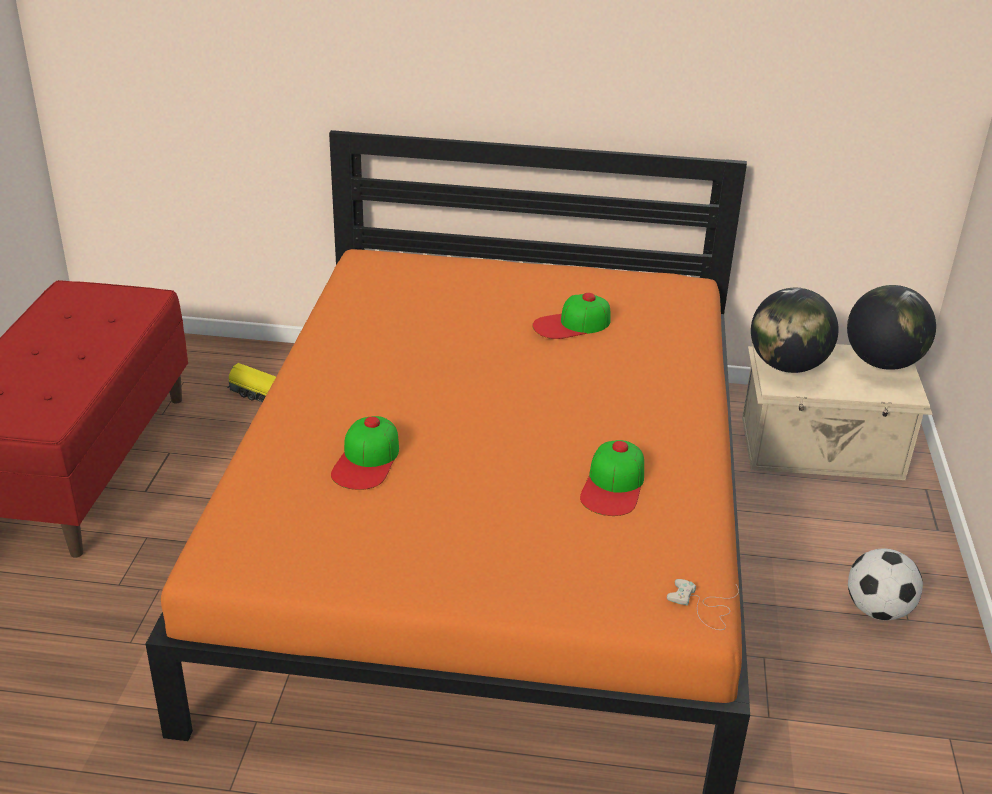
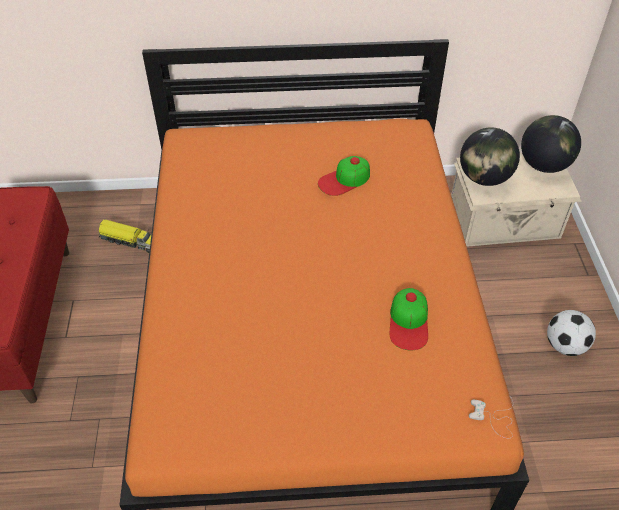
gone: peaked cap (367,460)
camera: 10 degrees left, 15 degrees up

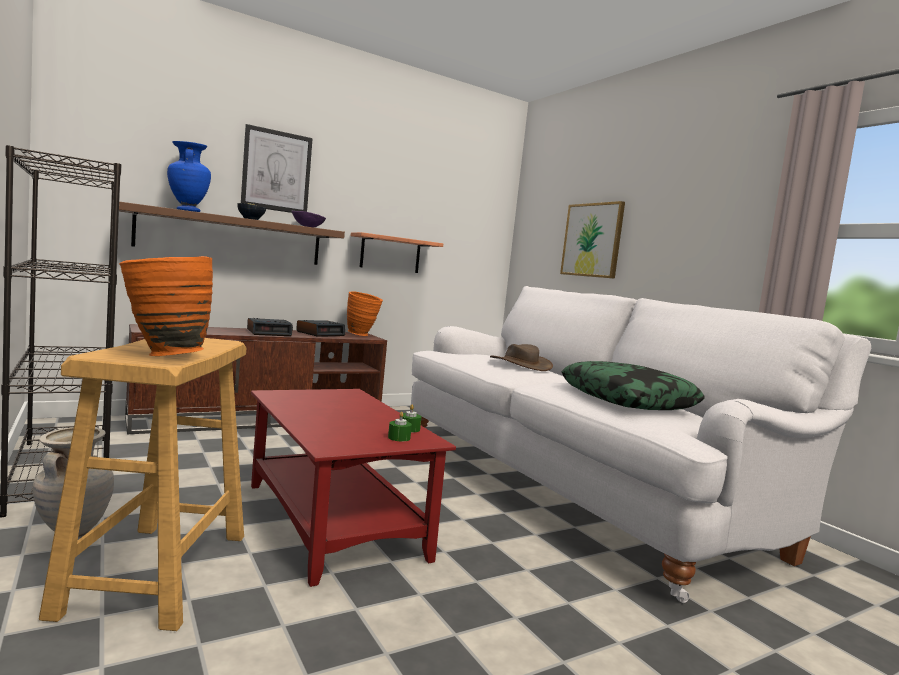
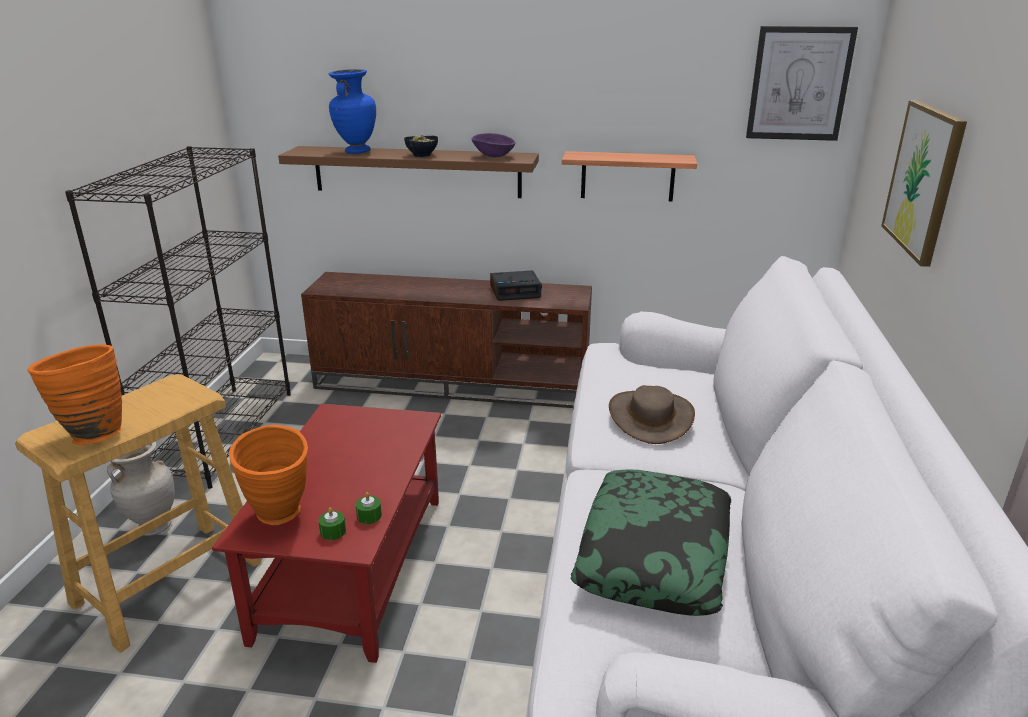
gone: bedside clock (269,333)
shifted: picture (276,171) to (799,84); vase (orange) (362,335) to (281,517)
camera: 40 degrees right, 20 degrees up

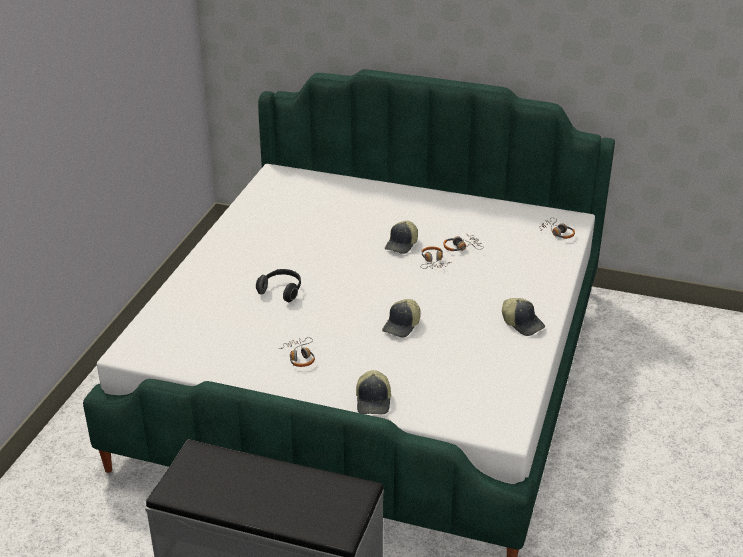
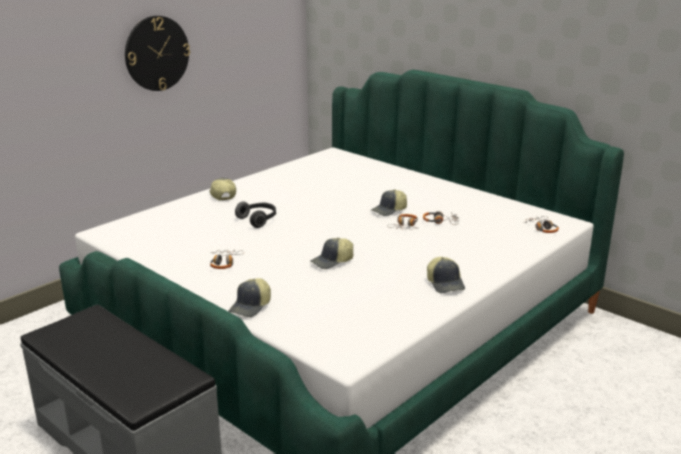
new: wall clock (157,53); peaked cap (222,195)
camera: 25 degrees right, 10 degrees down

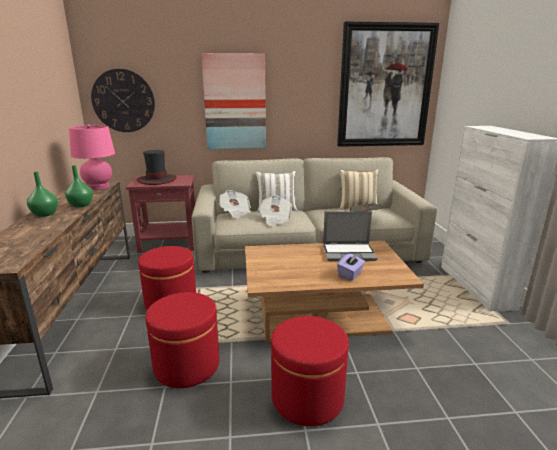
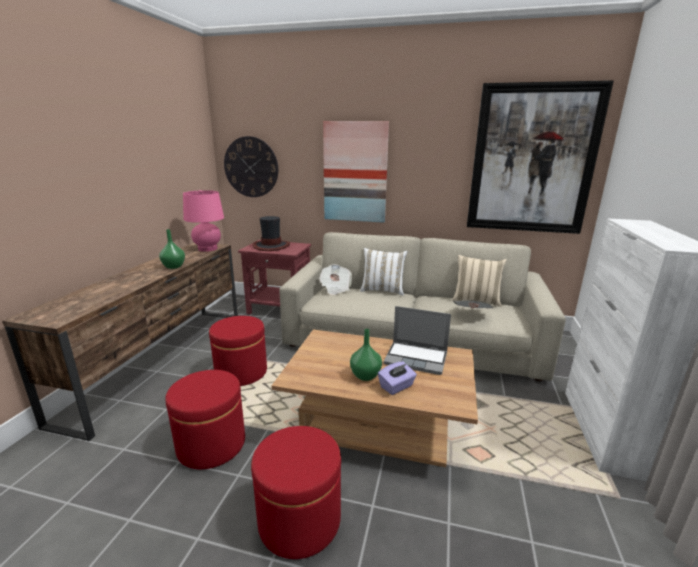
gone: printed paper (275,219)
shifted: vase (green-coloured) (45,214) to (365,375)
camera: 20 degrees right, 0 degrees up

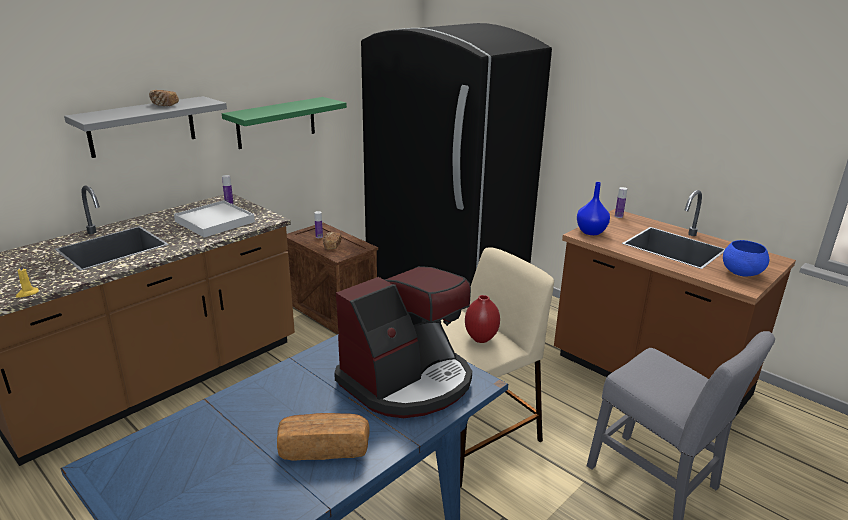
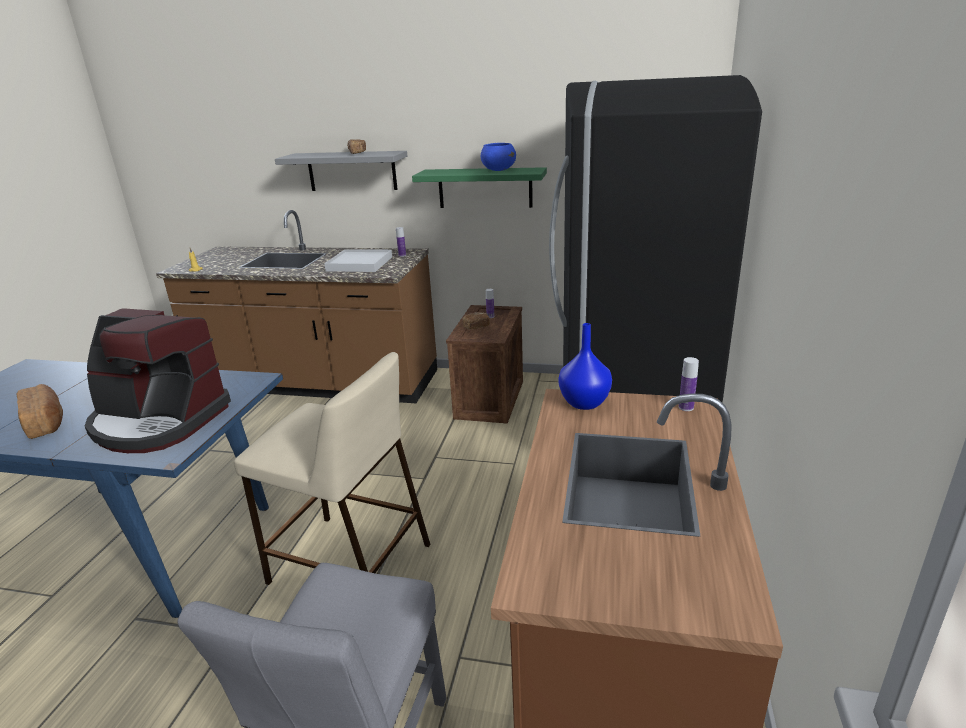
gone: vase (red-coloured) (480,338)
shifted: deep dish (blue) (741,273) to (498,170)
camera: 60 degrees right, 0 degrees up

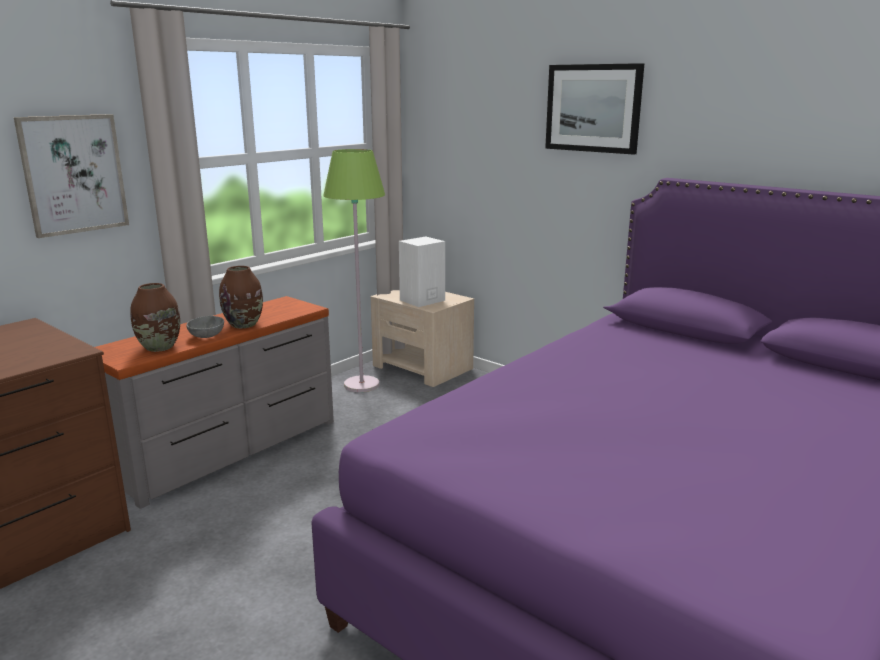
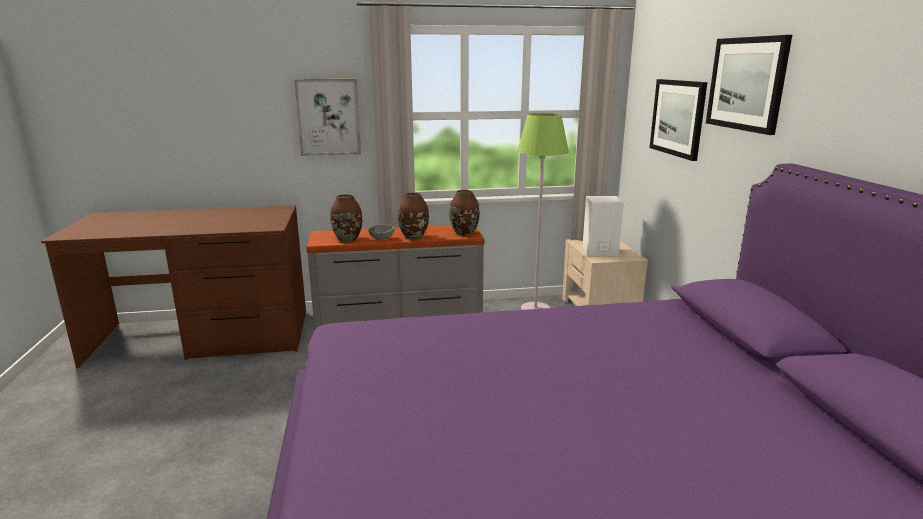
new: vase (brownish) (464,232); picture (678,118)
camera: 40 degrees right, 0 degrees up

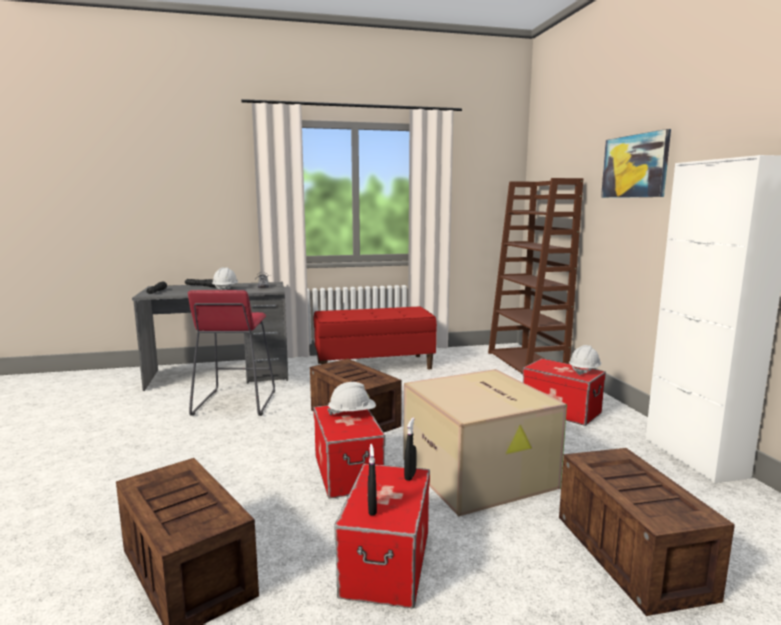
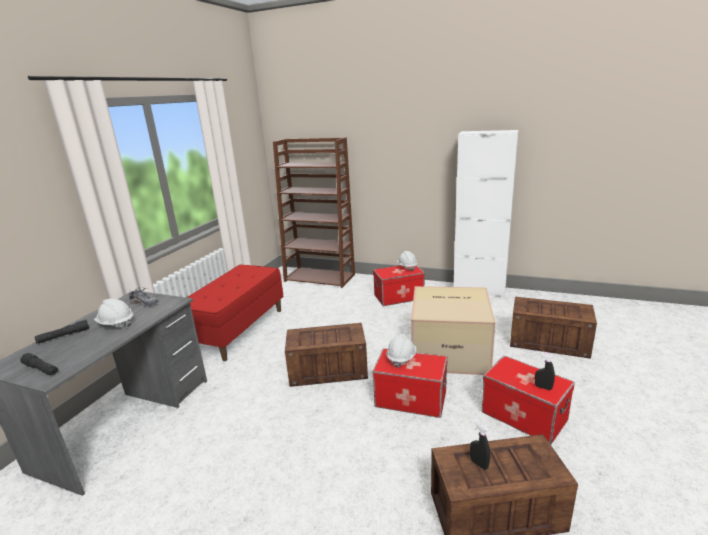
gone: stool seat (red-coloured) (235,403); picture (635,166)
shifted: sprayer (black) (410,475) to (479,464)
camera: 55 degrees left, 10 degrees up

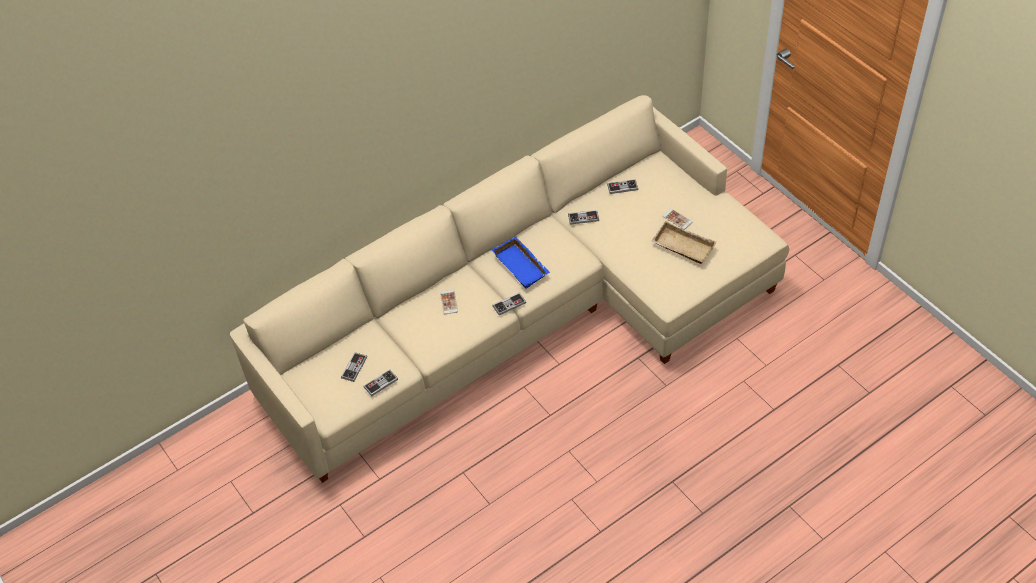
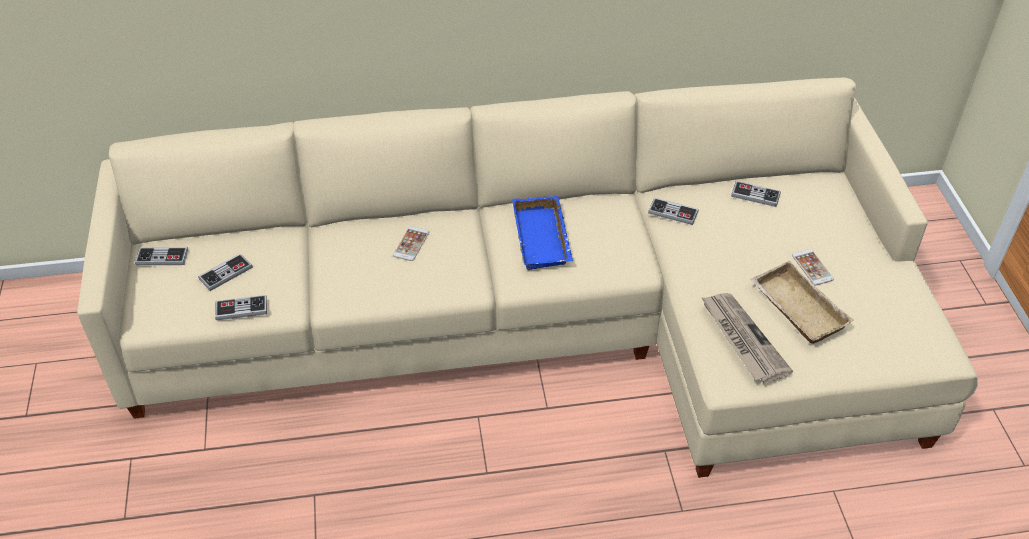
new: printed paper (742,339)
shifted: joypad (509,304) to (162,257)
camera: 25 degrees right, 5 degrees down

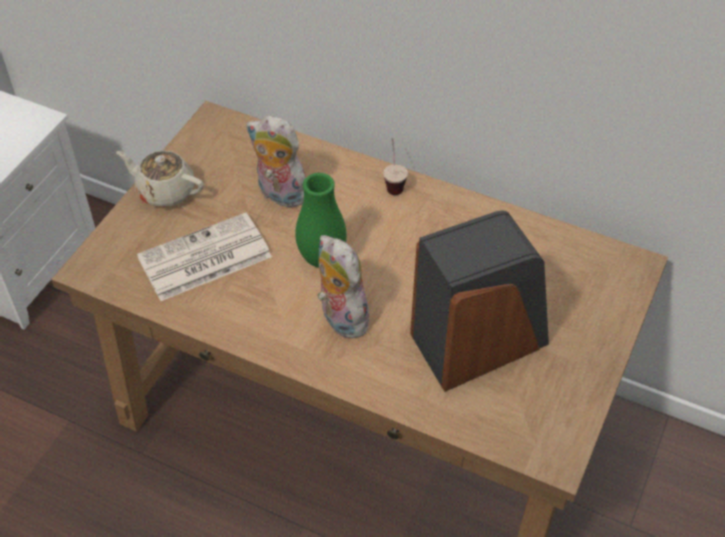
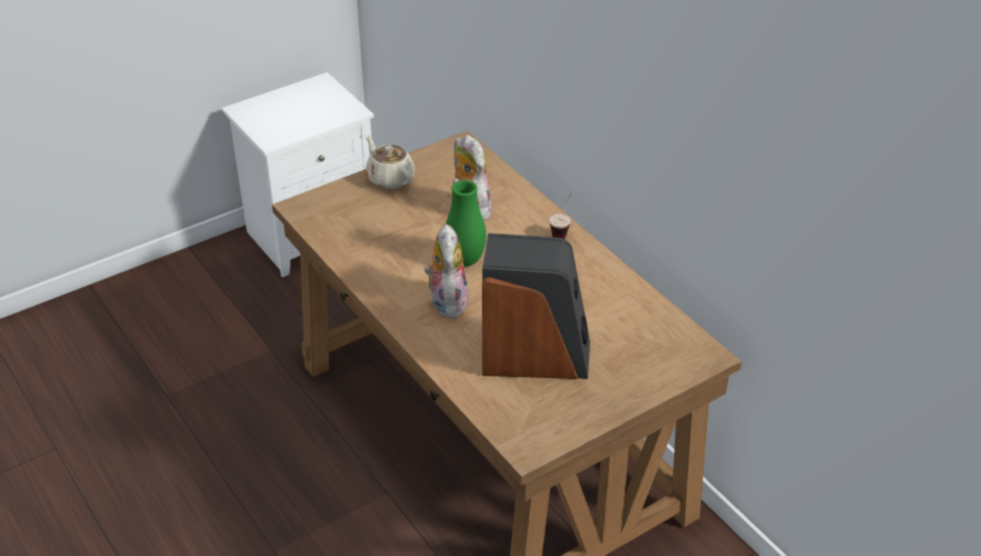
gone: printed paper (203,258)
camera: 30 degrees right, 10 degrees down

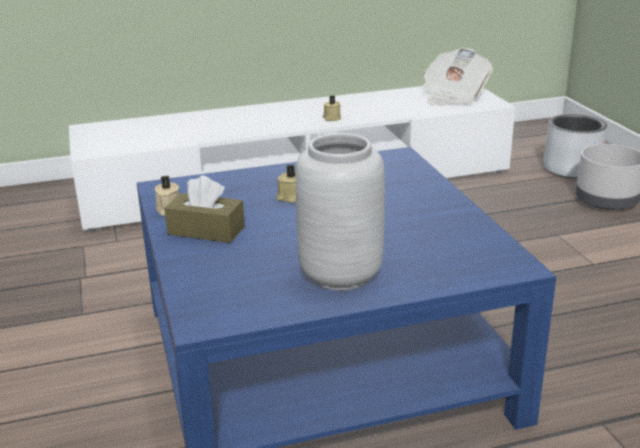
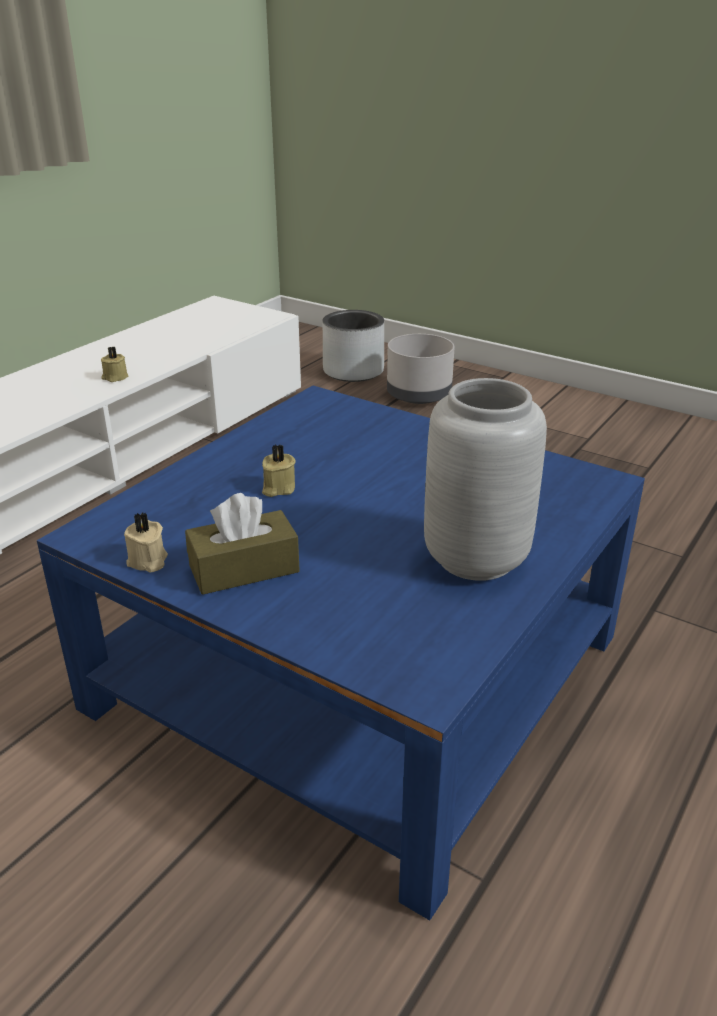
gone: printed paper (453,96)
camera: 40 degrees left, 5 degrees up

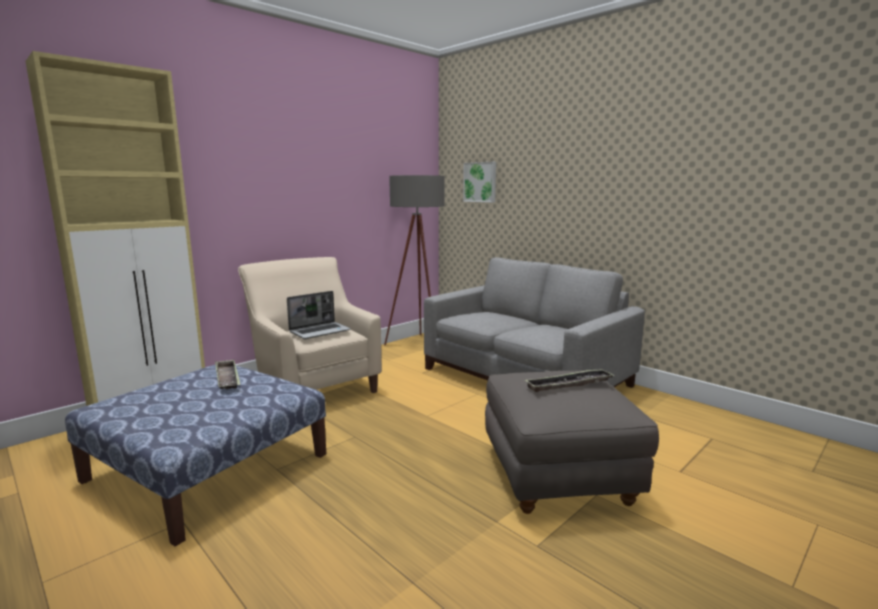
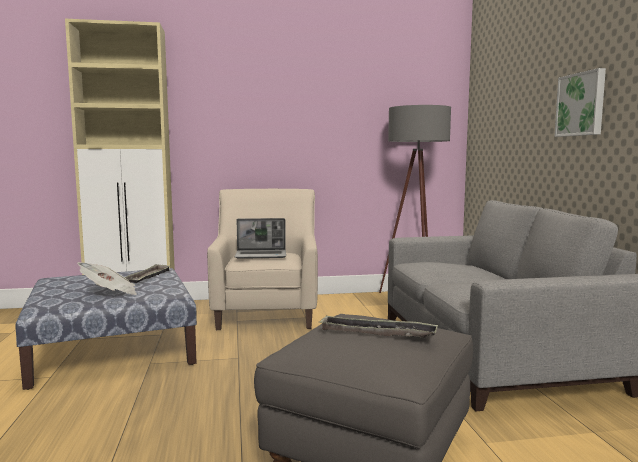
new: printed paper (110,293)
shifted: picture (480,182) to (581,104)
camera: 35 degrees right, 5 degrees down

